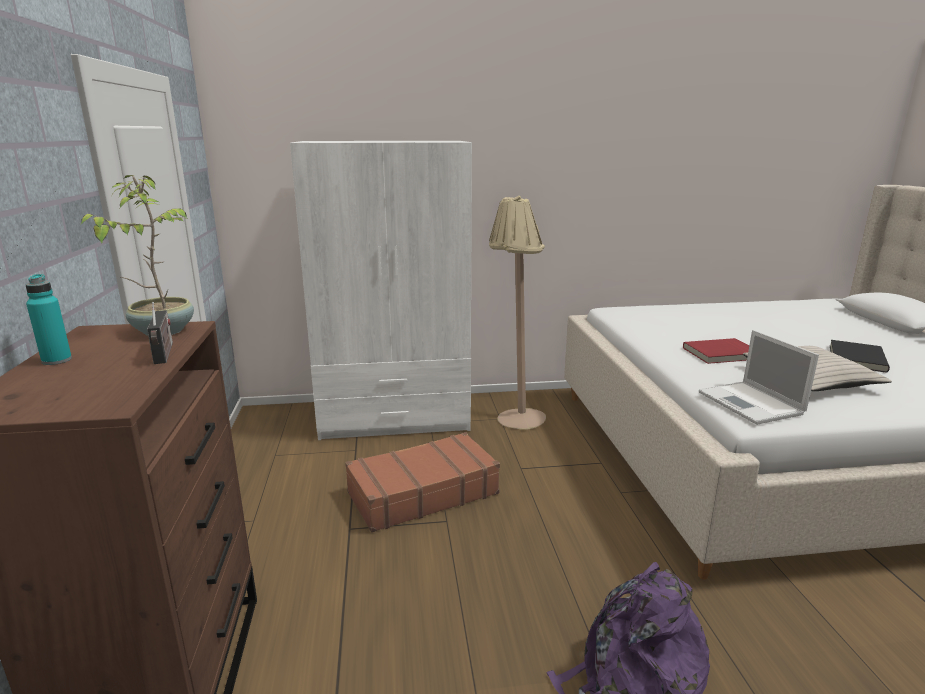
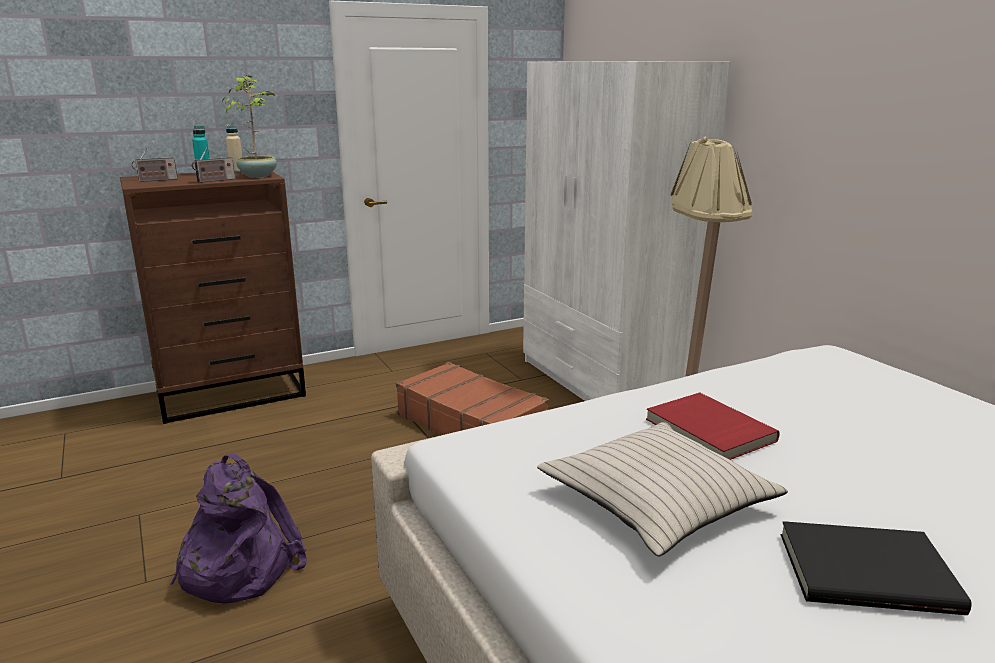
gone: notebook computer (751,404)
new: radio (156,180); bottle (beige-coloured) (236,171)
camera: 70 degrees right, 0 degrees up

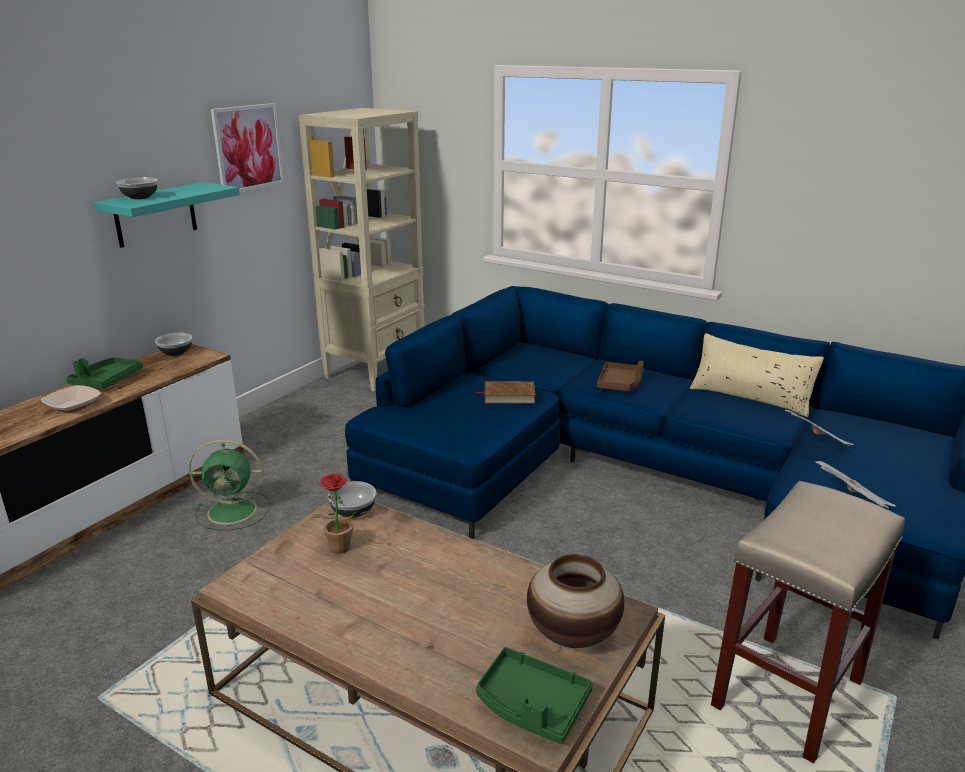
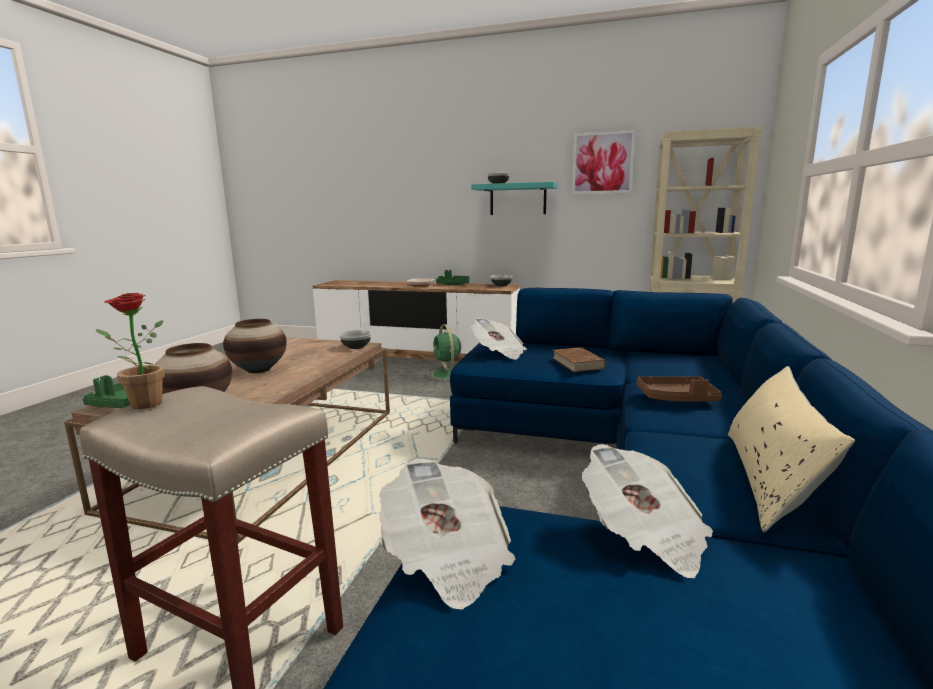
new: vase (258,370); printed paper (499,353)
shifted: plant in a pot (338,550) to (140,404)
camera: 75 degrees right, 10 degrees down

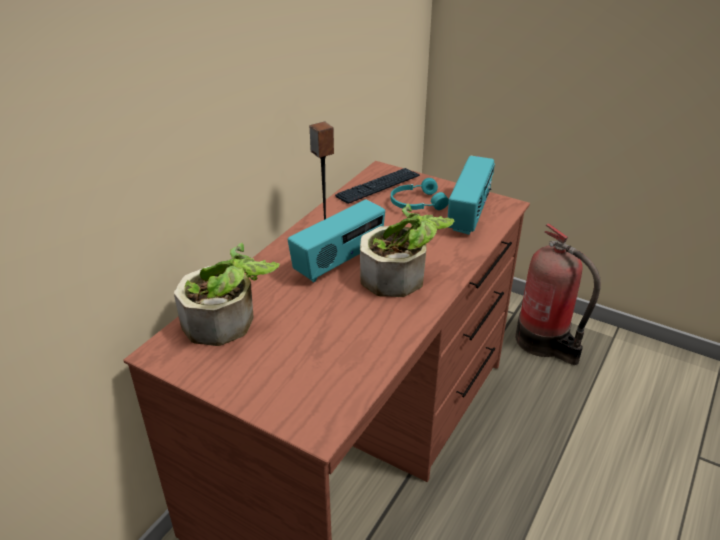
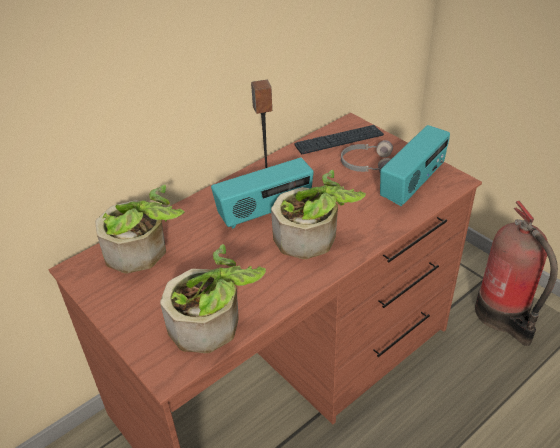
new: plant in a pot (214,325)
repainted: headset (turquoise) (416,203) to headset (grey) (366,164)
camera: 20 degrees right, 5 degrees up

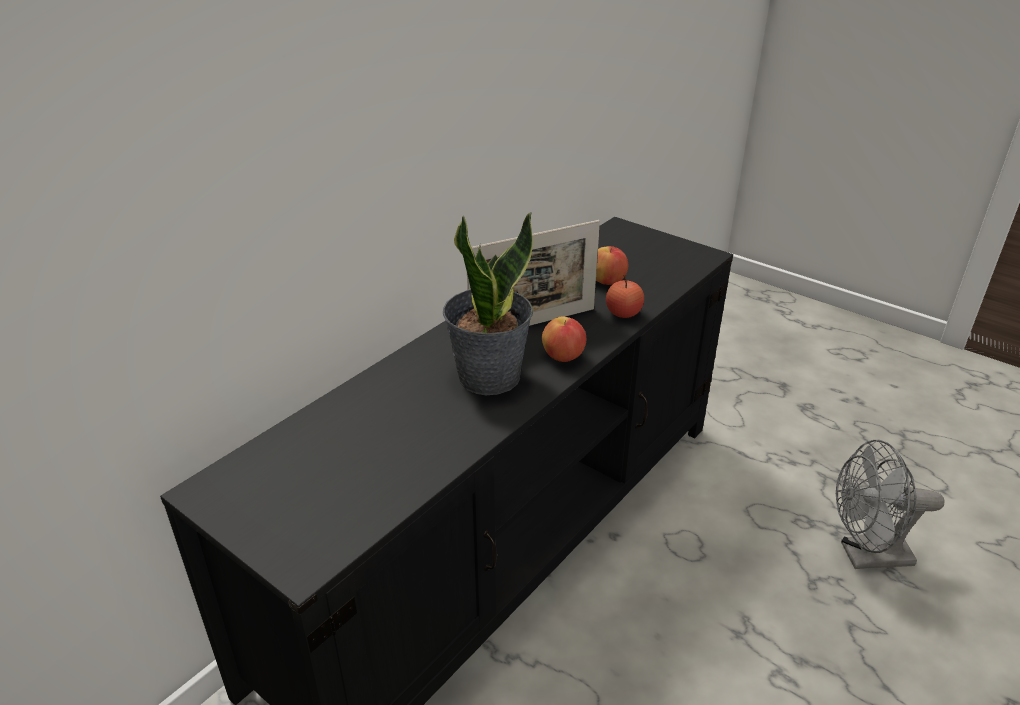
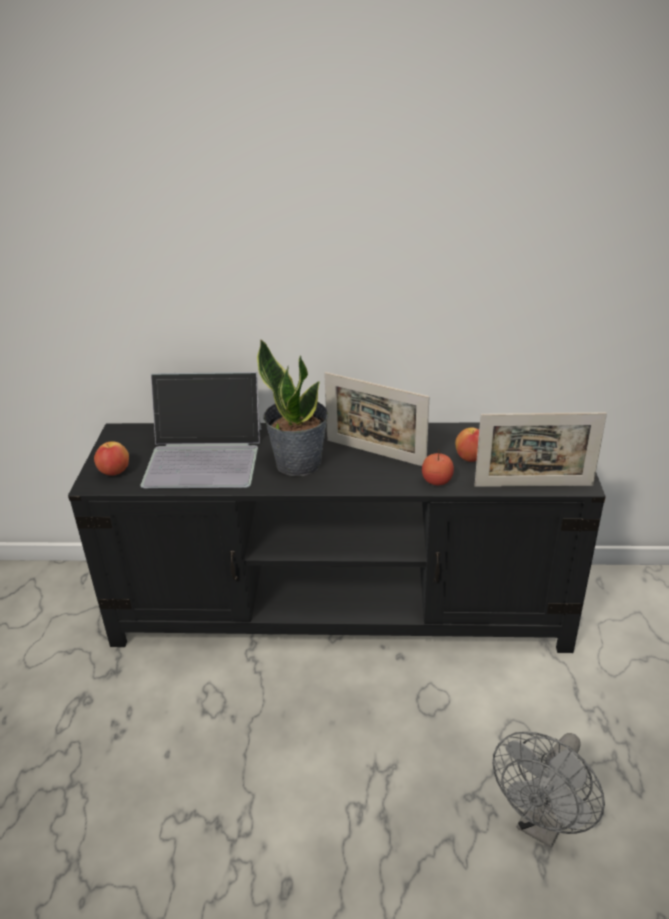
new: notebook computer (205,456); photo frame (533,485)
shifted: apple fruit (563,357) to (114,472)
rotated: fan (grey) (866,556) = (542,824) 105 degrees counterclockwise
camera: 55 degrees right, 0 degrees up

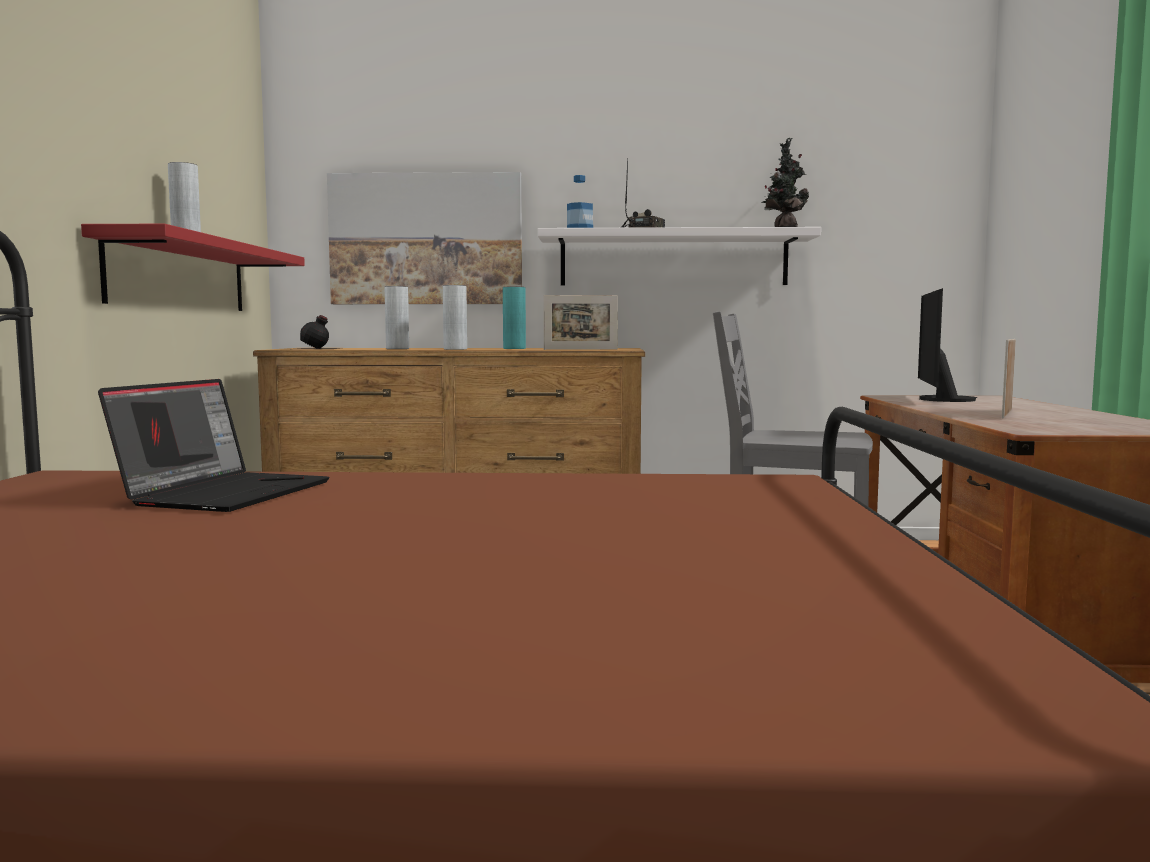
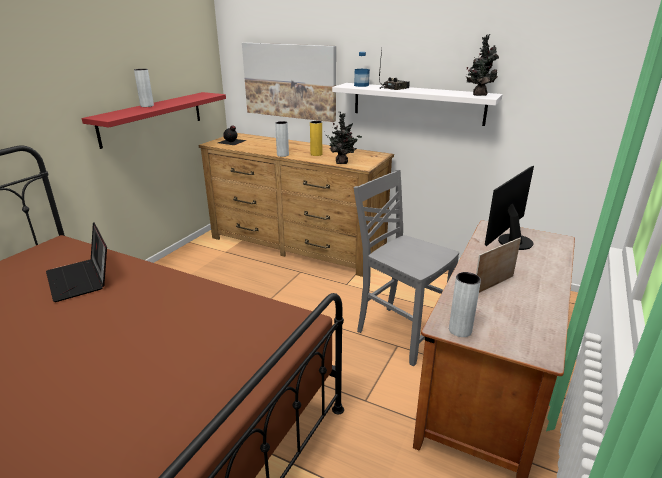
shifted: vase (grey) (397,349) to (460,330)
swapped: photo frame (580,349) to plant in a pot (342,162)
repainted: vase (turquoise) (514,348) to vase (yellowish) (316,154)
rotated: notebook computer (225,493) = (82,279) 105 degrees clockwise
camera: 25 degrees right, 20 degrees up

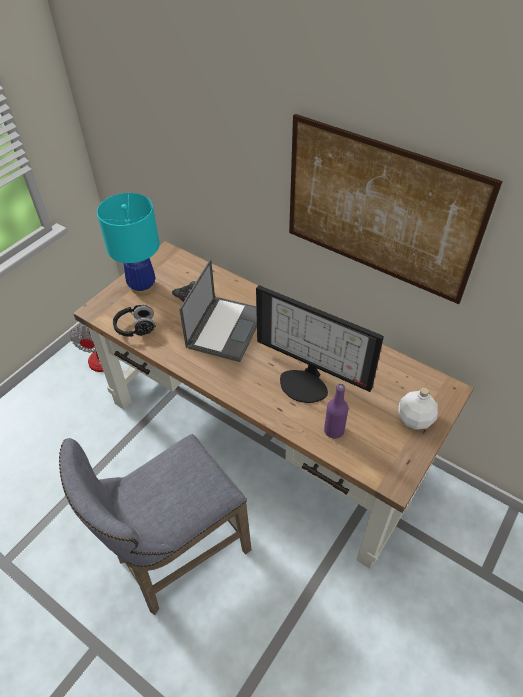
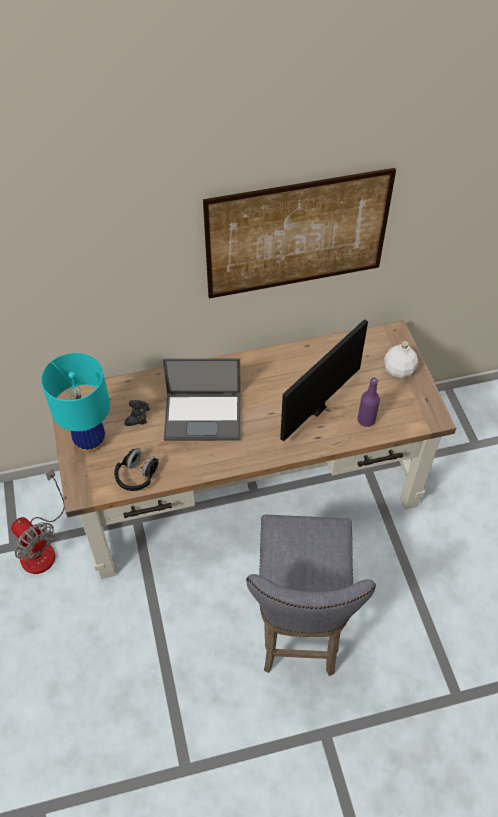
rotated: notebook computer (226,328) = (204,415) 120 degrees clockwise; computer display (306,382) = (310,404) 150 degrees clockwise
camera: 50 degrees left, 5 degrees up

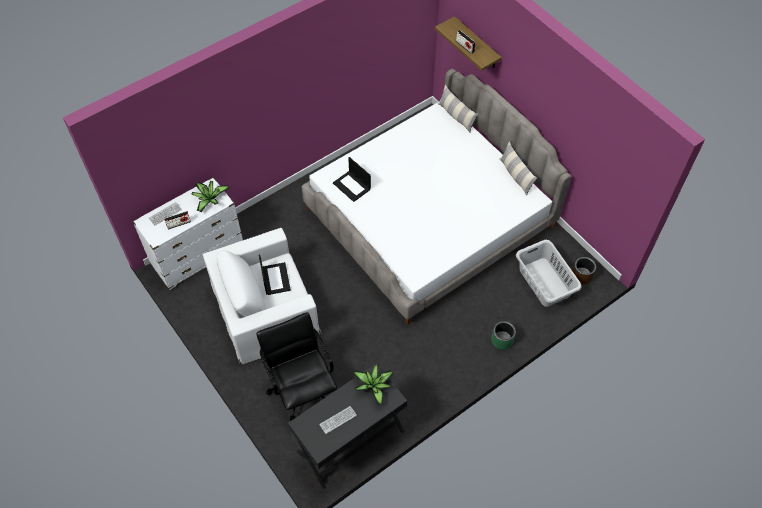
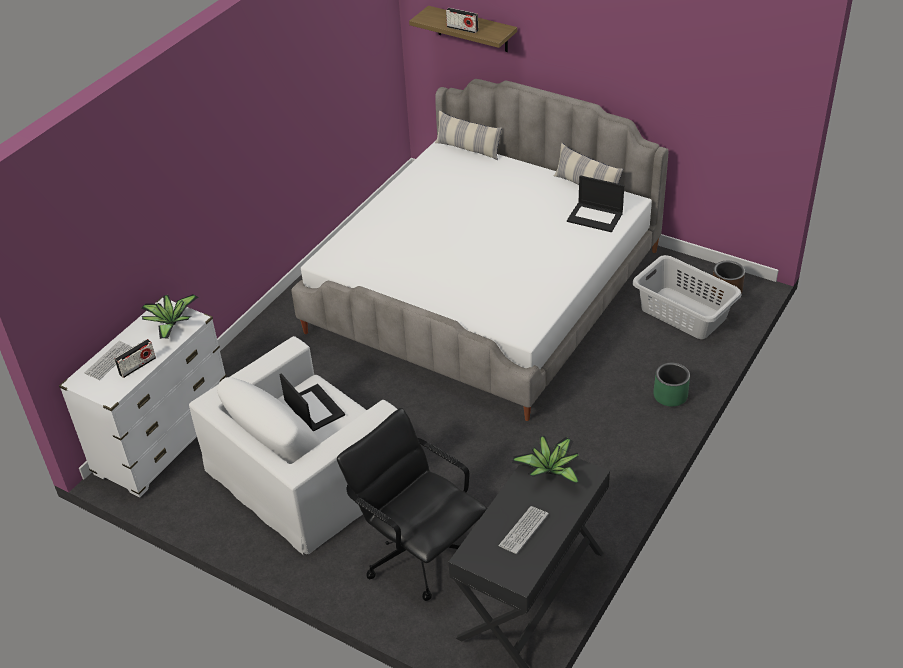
shifted: notebook computer (352,186) to (595,217)
camera: 20 degrees left, 15 degrees down

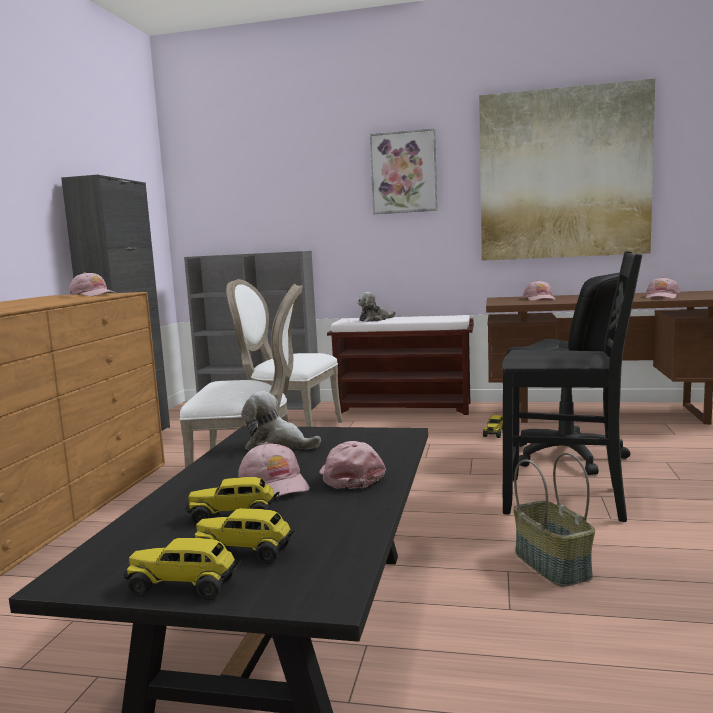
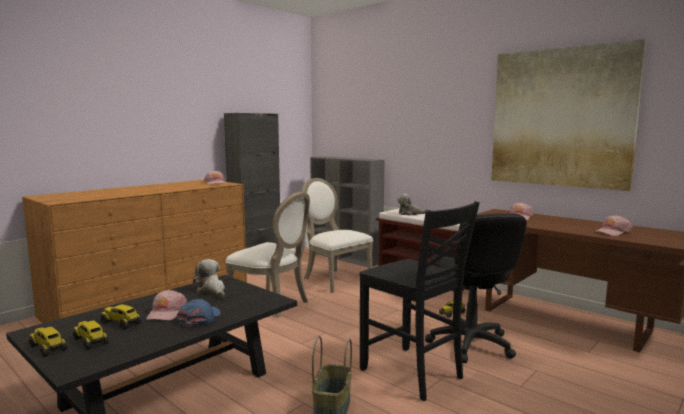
gone: picture (403,172)
repainted: peaked cap (pinkish) (350,476) to peaked cap (blue) (200,318)
camera: 30 degrees right, 0 degrees up

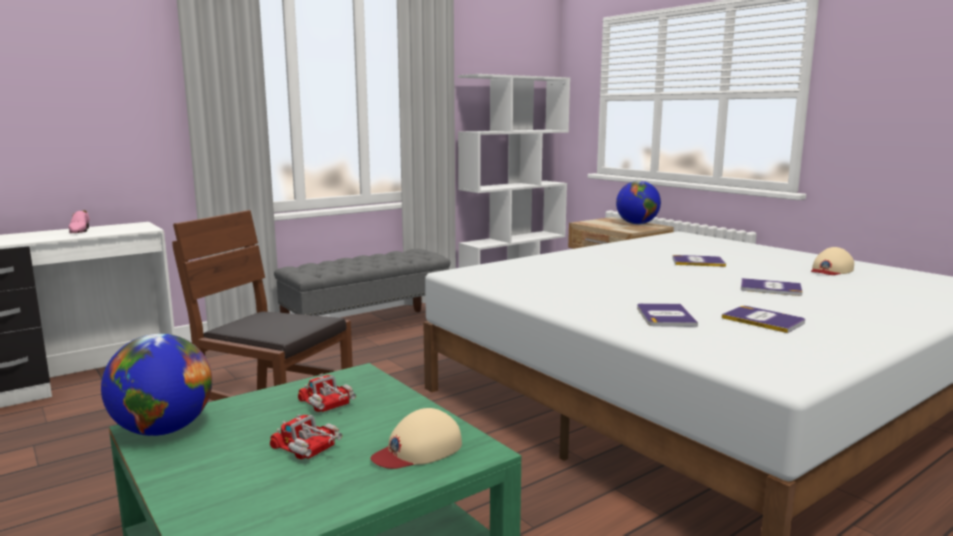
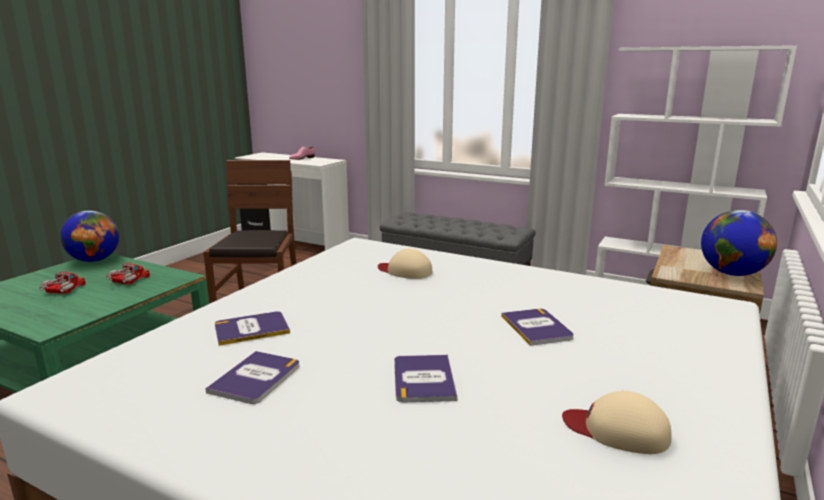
shifted: peaked cap (beige-coloured) (418,450) to (405,271)
camera: 65 degrees right, 5 degrees up

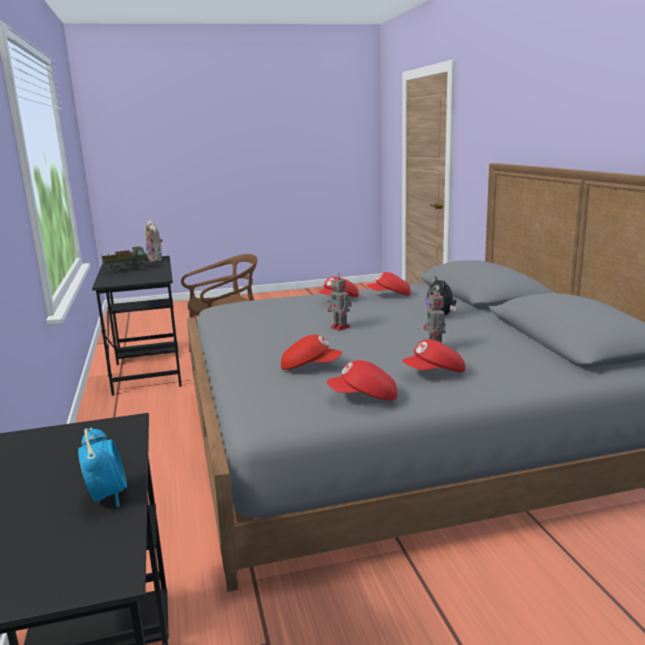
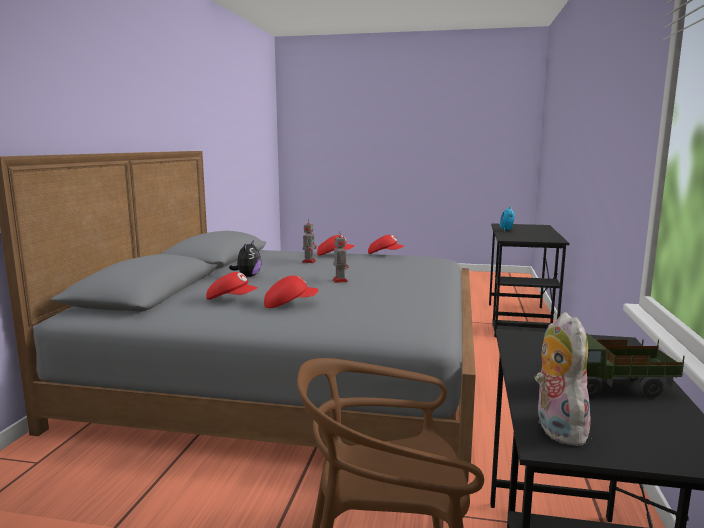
gone: peaked cap (red-coloured) (310,367)
camera: 155 degrees left, 5 degrees down

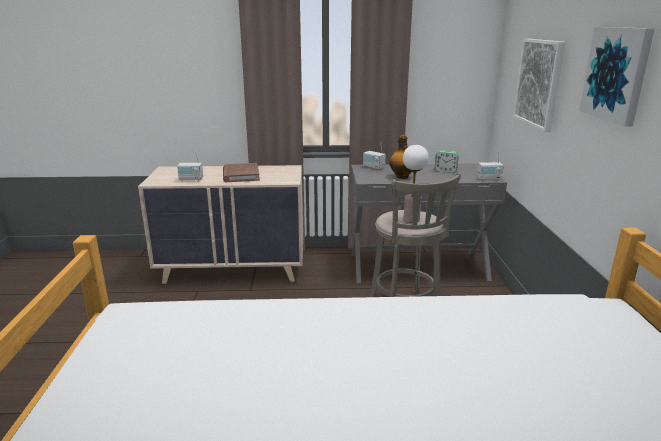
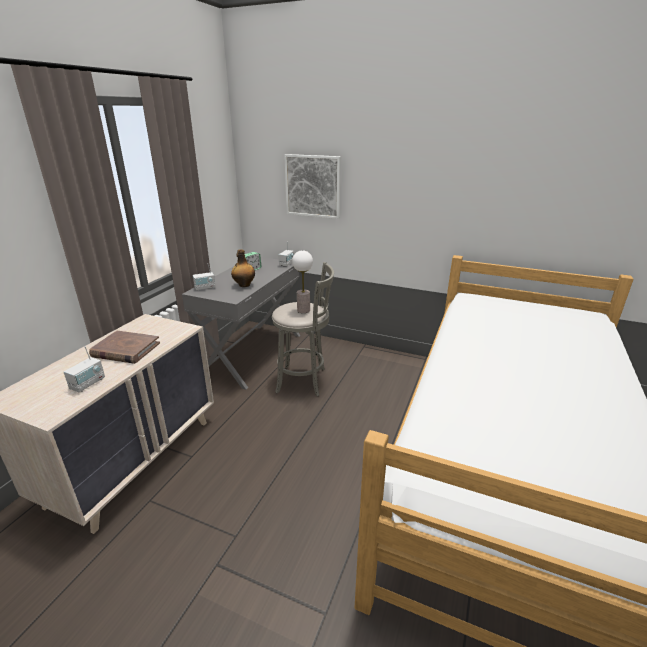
gone: picture (616,74)
camera: 65 degrees left, 5 degrees up

